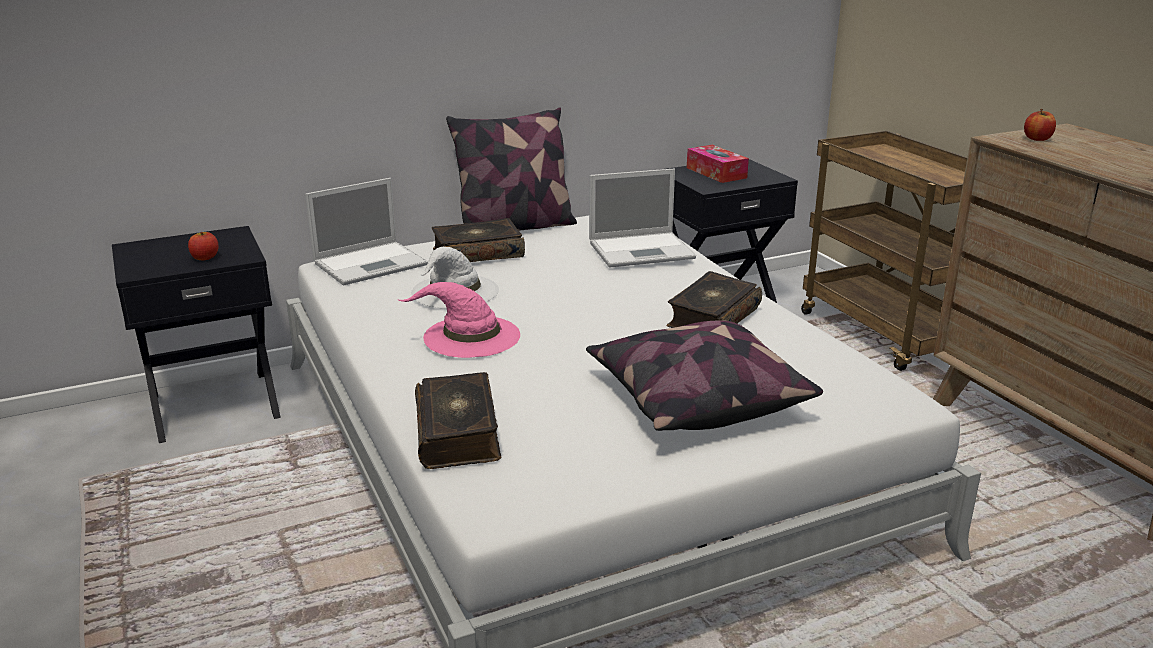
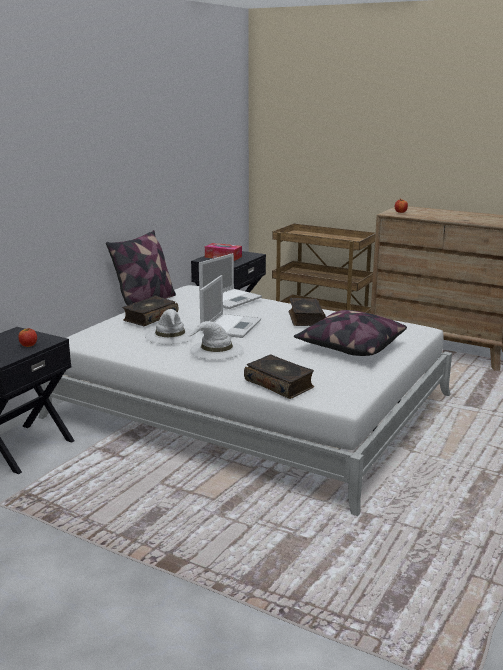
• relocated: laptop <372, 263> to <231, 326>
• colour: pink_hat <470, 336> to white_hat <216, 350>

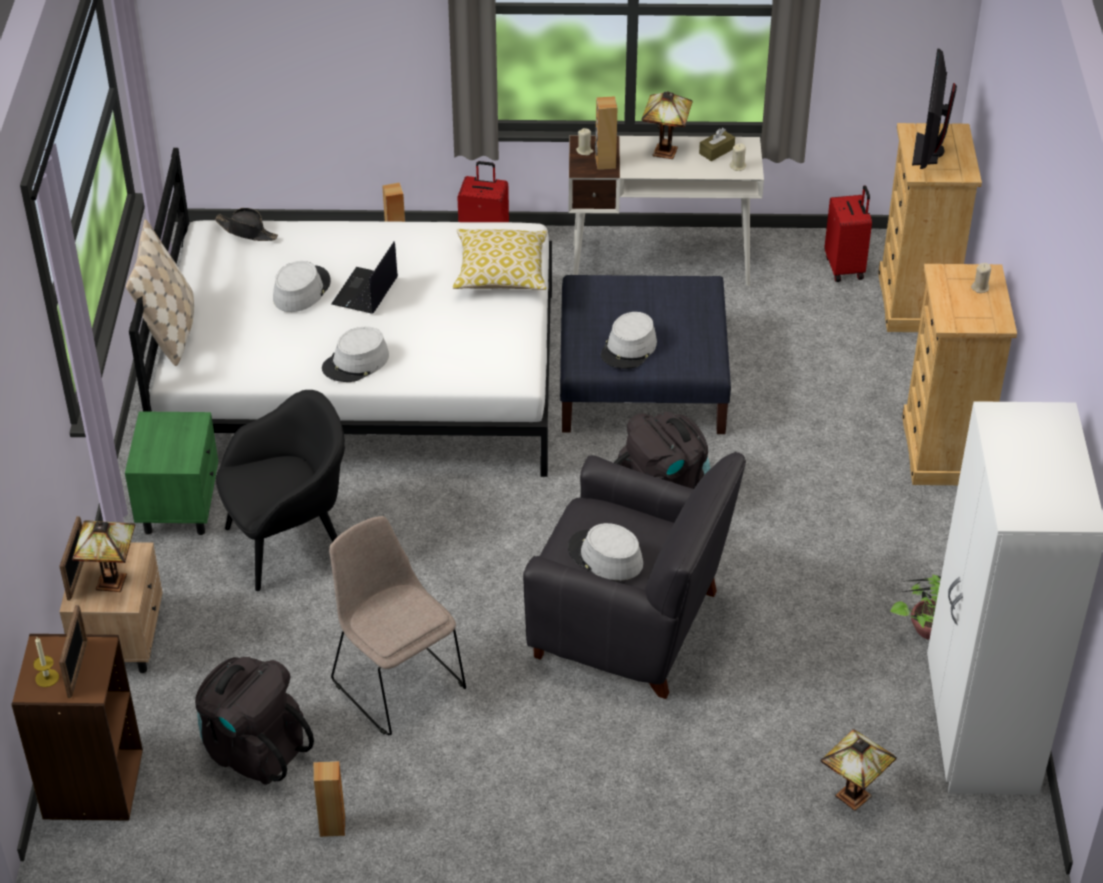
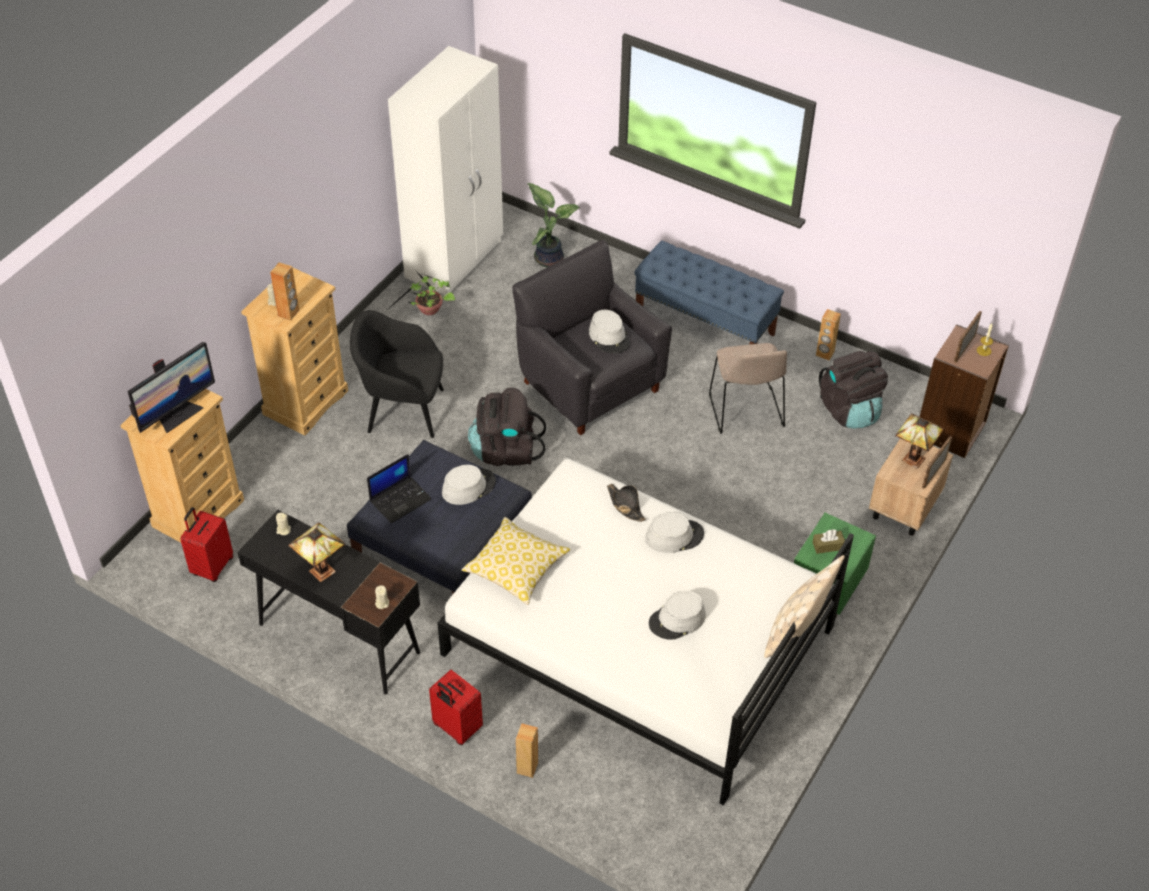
• appeared: blue_bench <705, 324>
• relocated: black_hat <247, 231> to <625, 505>
• relocated: black_armchair <289, 543> to <403, 410>
• relocated: laptop <365, 292> to <400, 499>
• relocated: brown_speaker <605, 163> to <289, 313>
• relocated: brown_tissue_box <716, 151> to <828, 546>
• exchanged: table_lamp <853, 798> to potted_plant <549, 257>
• colour: white_desk <661, 264> to black_desk <338, 637>

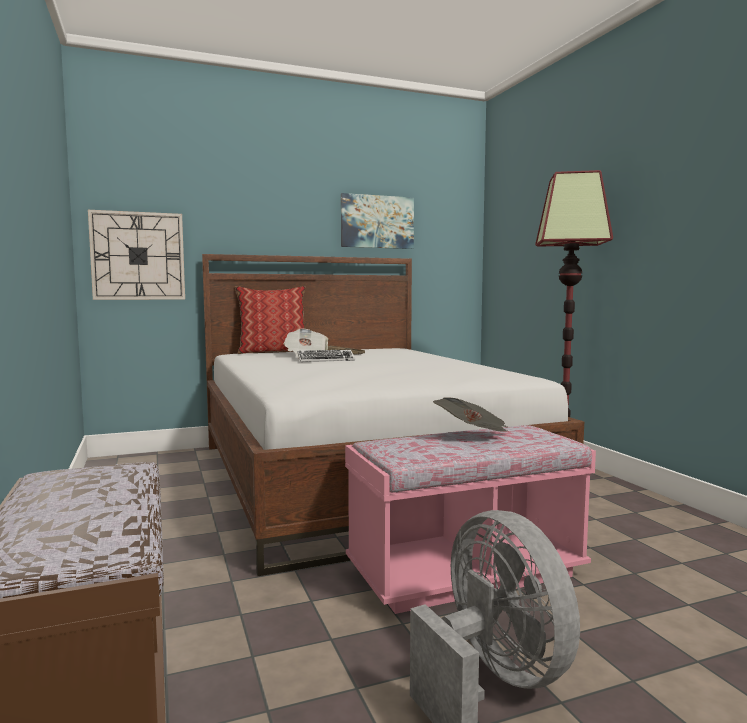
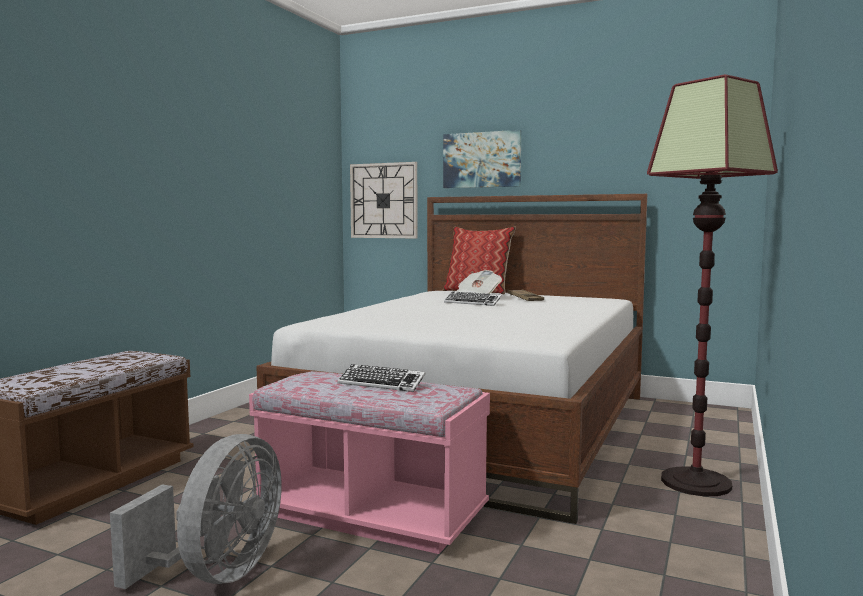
• relocated: picture <377, 222> to <482, 160>
• exchanged: newspaper <473, 436> to keyboard <381, 384>

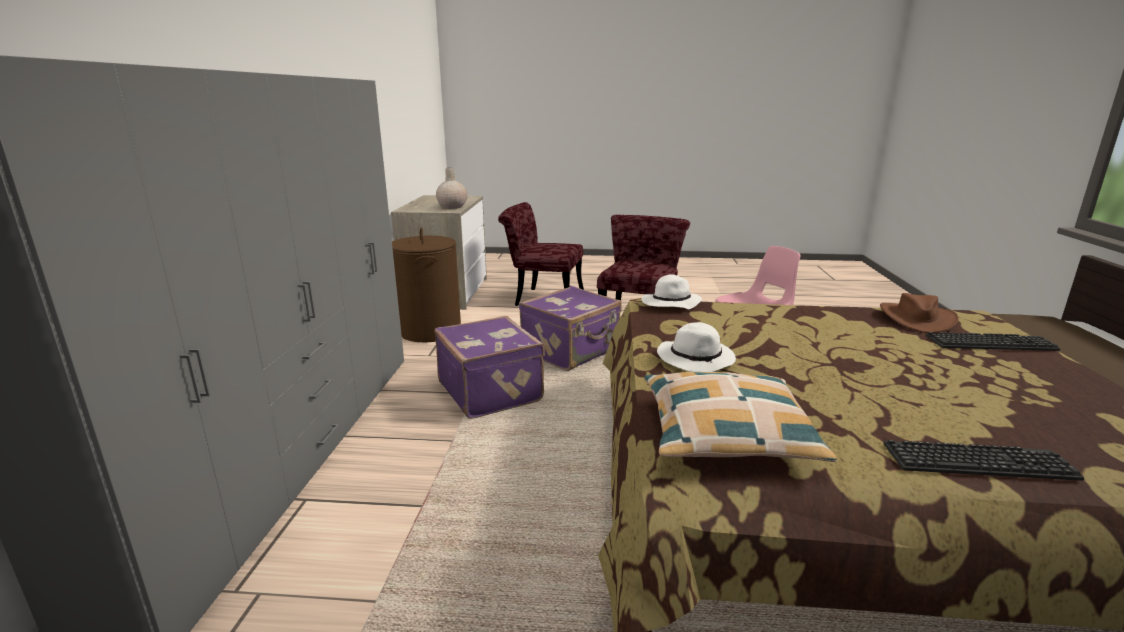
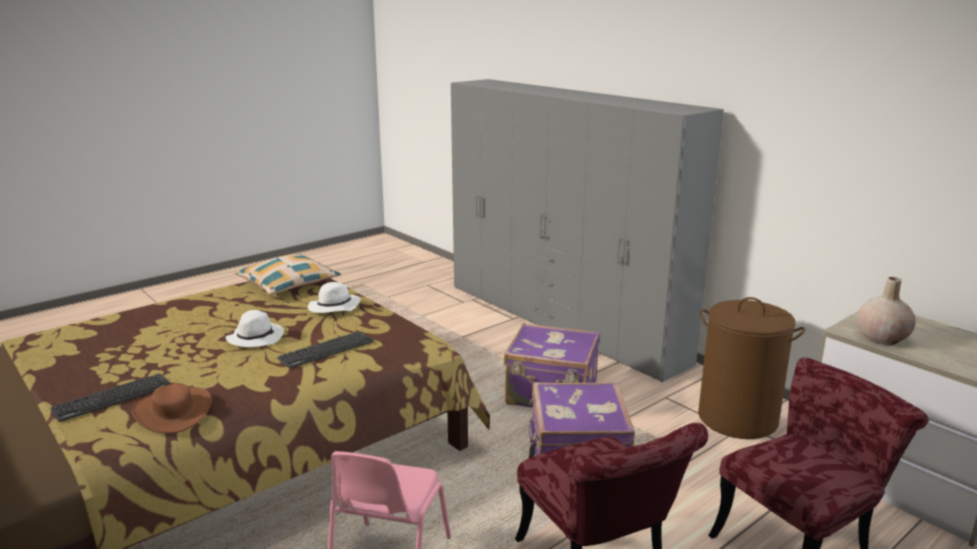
• relocated: white_hat <670, 304> to <256, 337>
• relocated: keyboard <978, 462> to <326, 350>

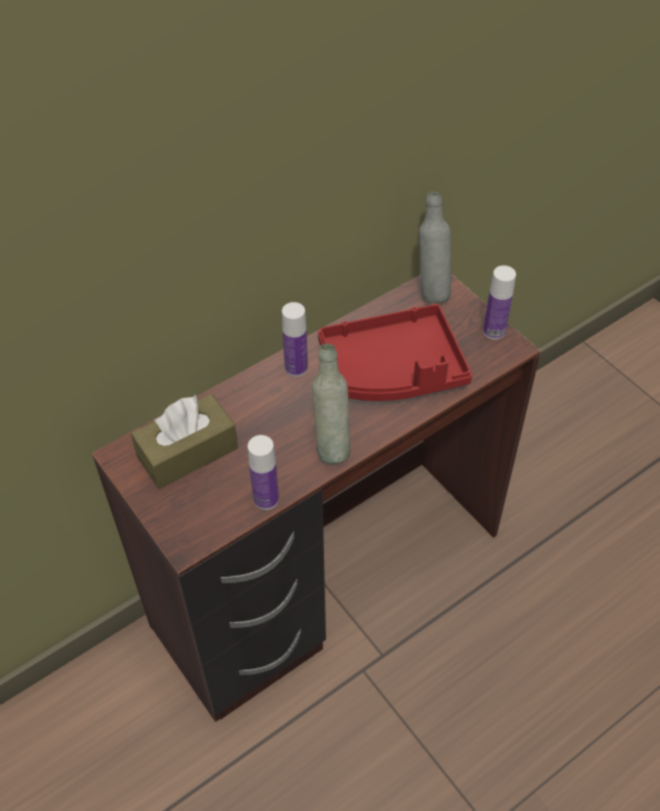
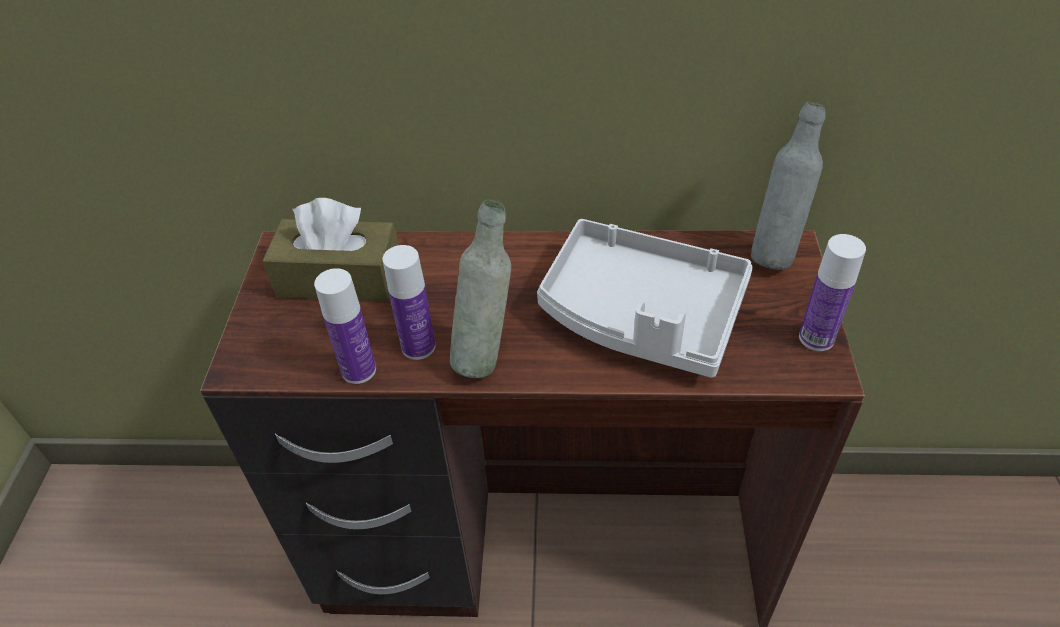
• relocated: bottle <296, 368> to <418, 347>
• colour: red_tray <393, 369> to grey_tray <641, 314>

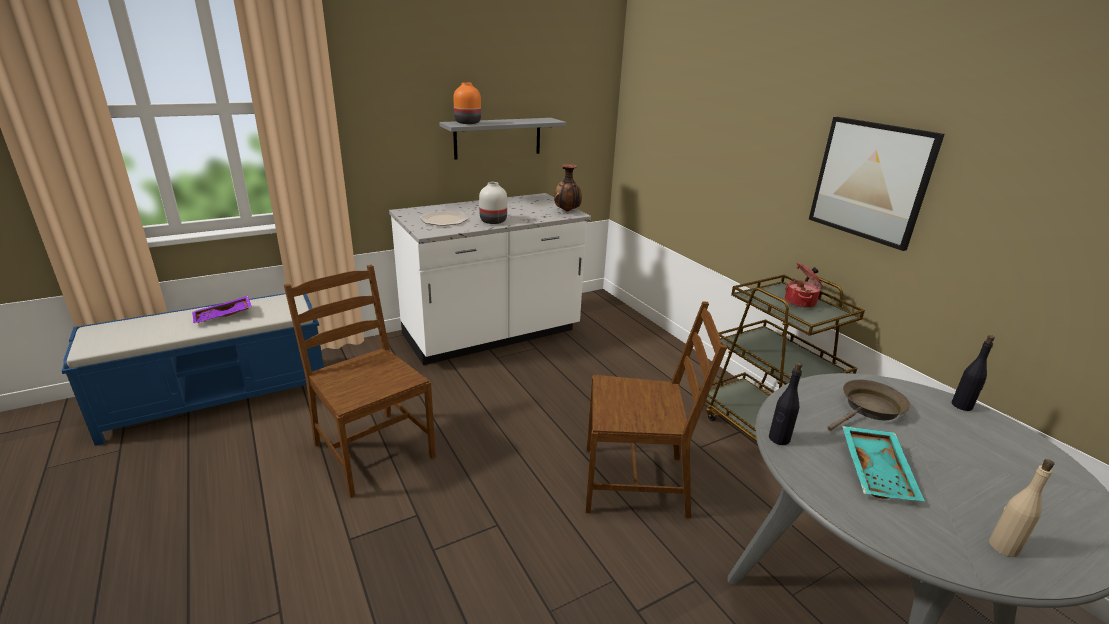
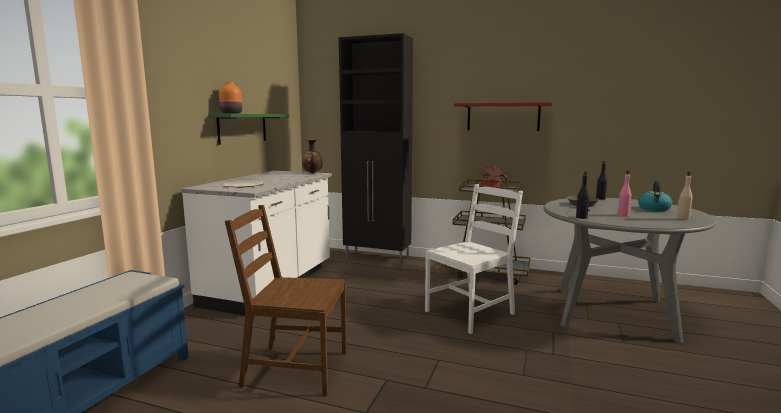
• missing: purple_tray <223, 316>
• missing: white_vase <493, 221>
• appeared: black_cabinet <378, 258>
• appeared: kettle <654, 208>
• exchanged: picture <870, 181> to red_shelf <503, 117>
• exchanged: turquoise_tray <878, 472> to pink_bottle <623, 215>
• colour: grey_shelf <498, 138> to green_shelf <242, 128>
• colour: brown_chair <636, 482> to white_chair <470, 312>

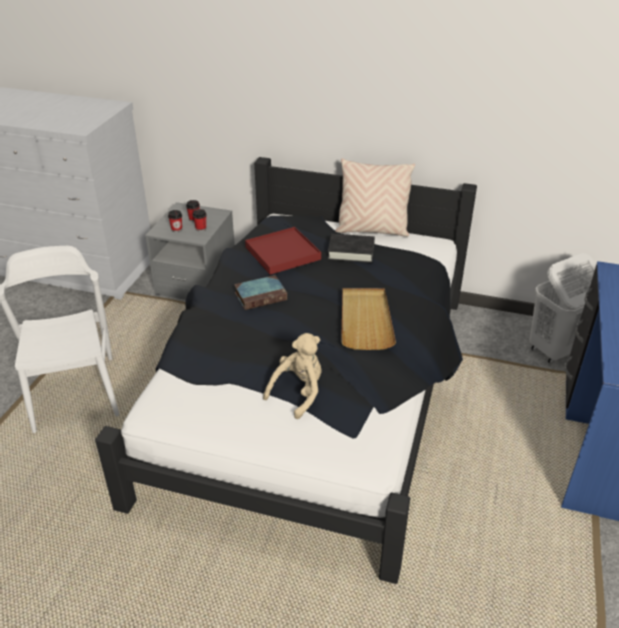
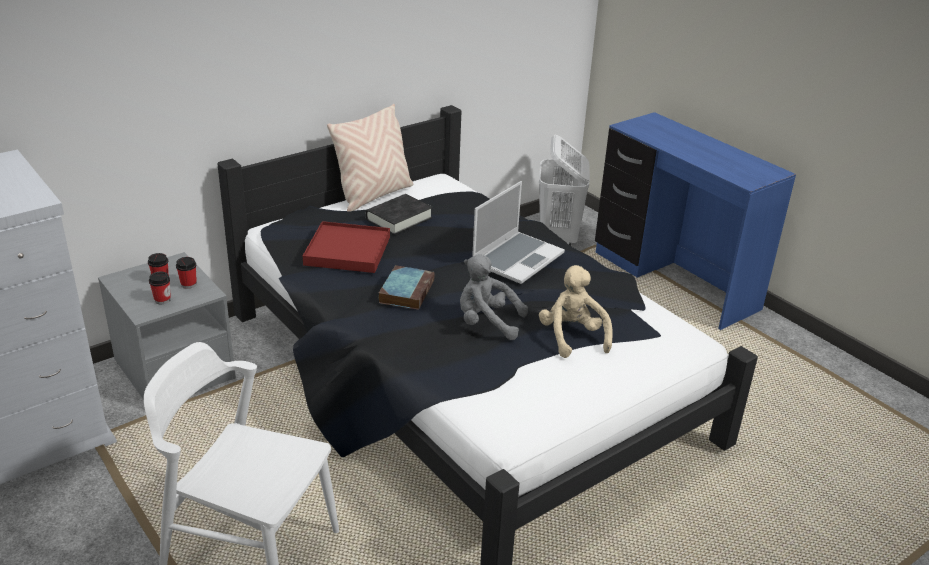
• appeared: grey_plush_toy <487, 323>
• exchanged: beige_tray <365, 320> to laptop <517, 258>

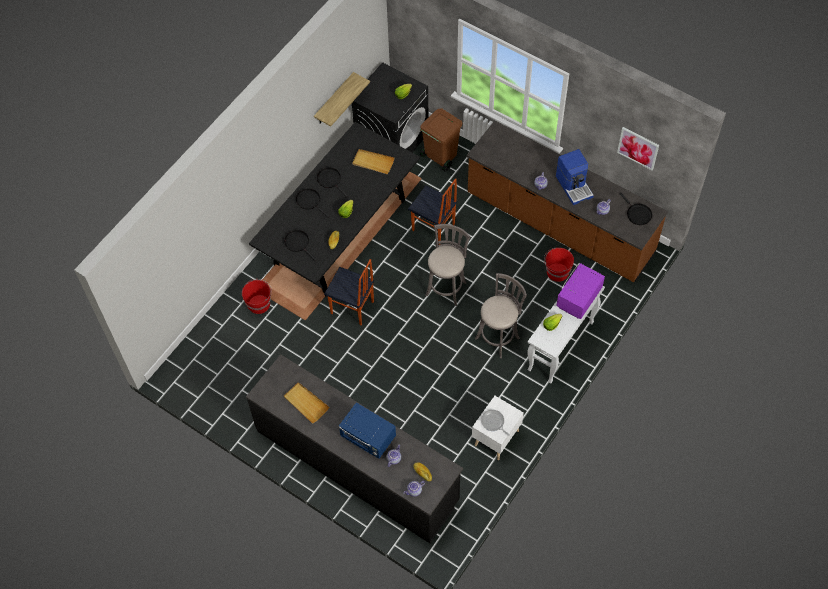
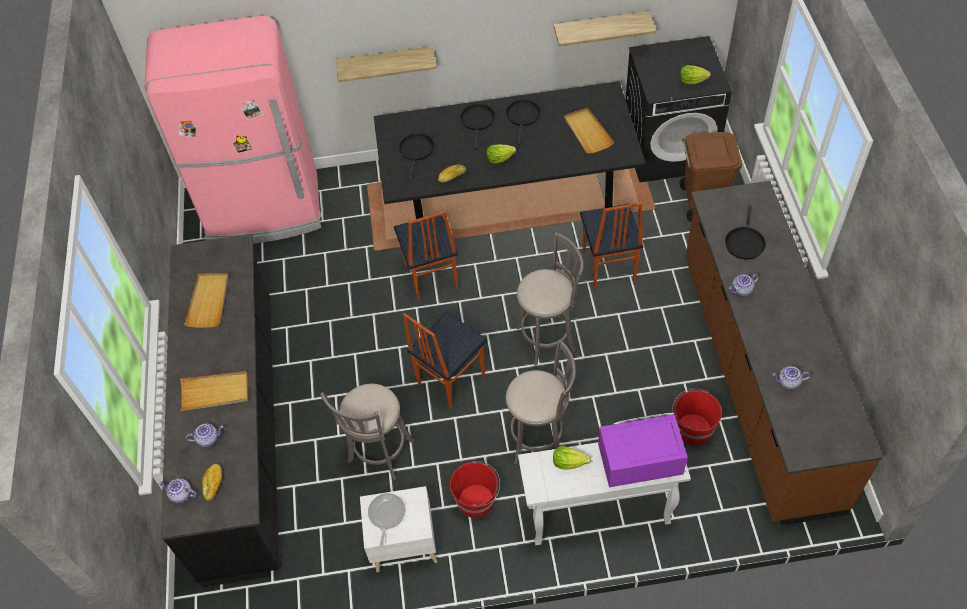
• missing: coffee_machine <574, 186>
• missing: picture <638, 148>
• appeared: pink_fridge <264, 210>
• appeared: grey_stool <379, 454>
• appeared: shelf <386, 63>
• appeared: chair <450, 378>
• relocated: red_bucket <259, 303> to <477, 500>
• relocated: black_frying_pan <637, 214> to <744, 242>
• exchanged: blue_microwave <368, 438> to beige_tray <215, 392>

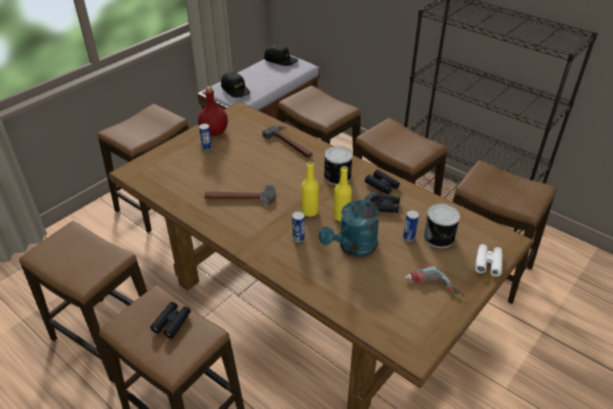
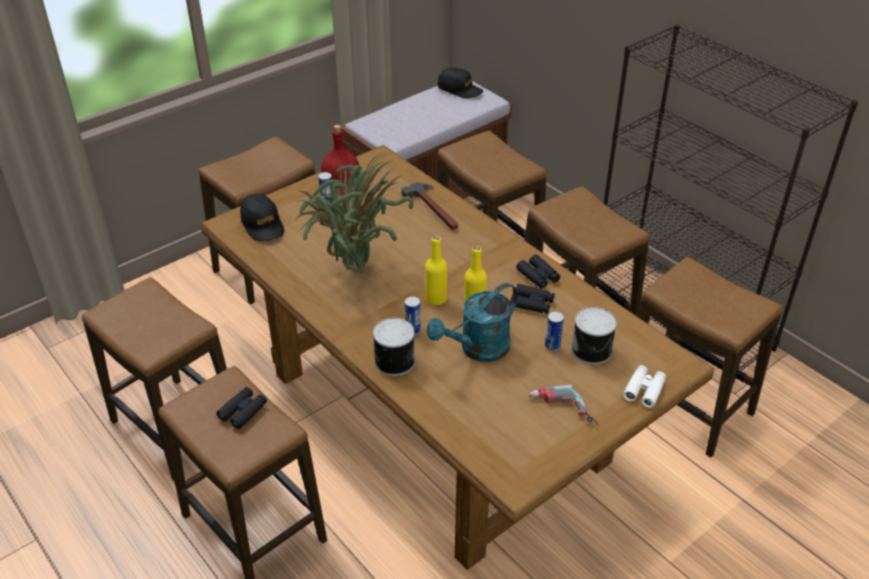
• relocated: black_cap <235, 89> to <263, 225>
• relocated: can <336, 176> to <393, 361>
• exchanged: hammer <240, 198> to potted_plant <353, 273>

